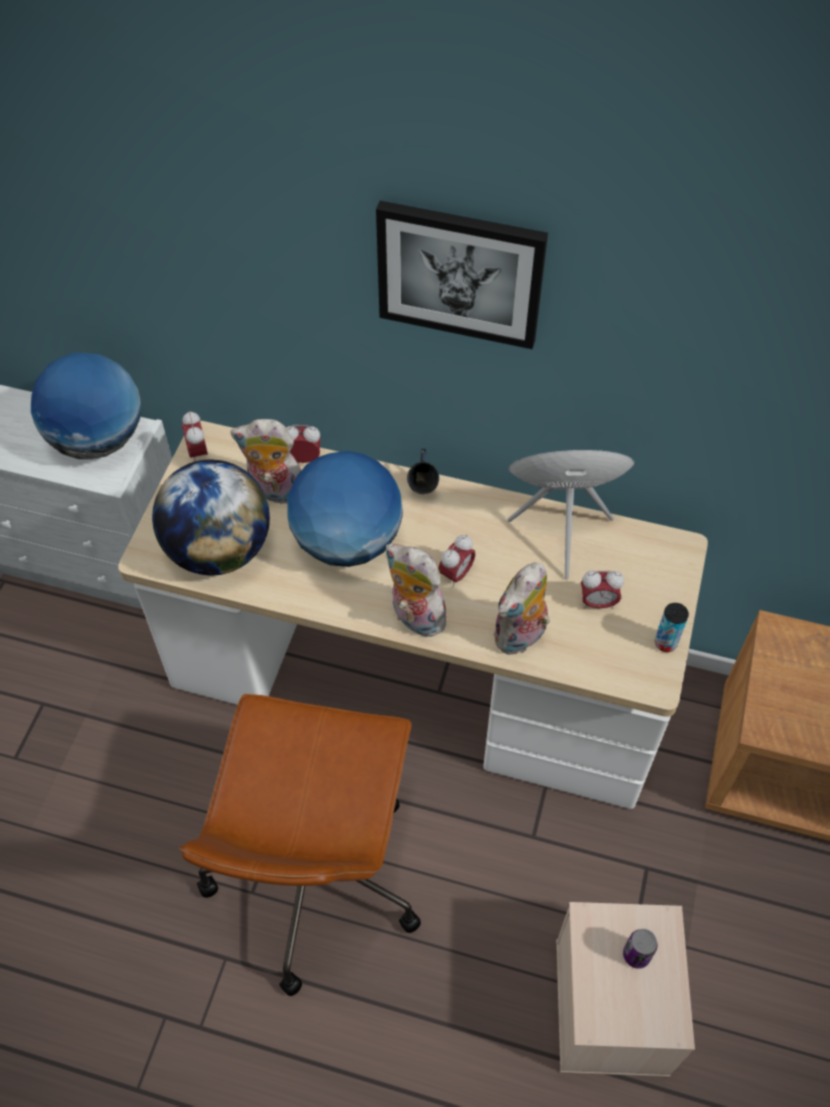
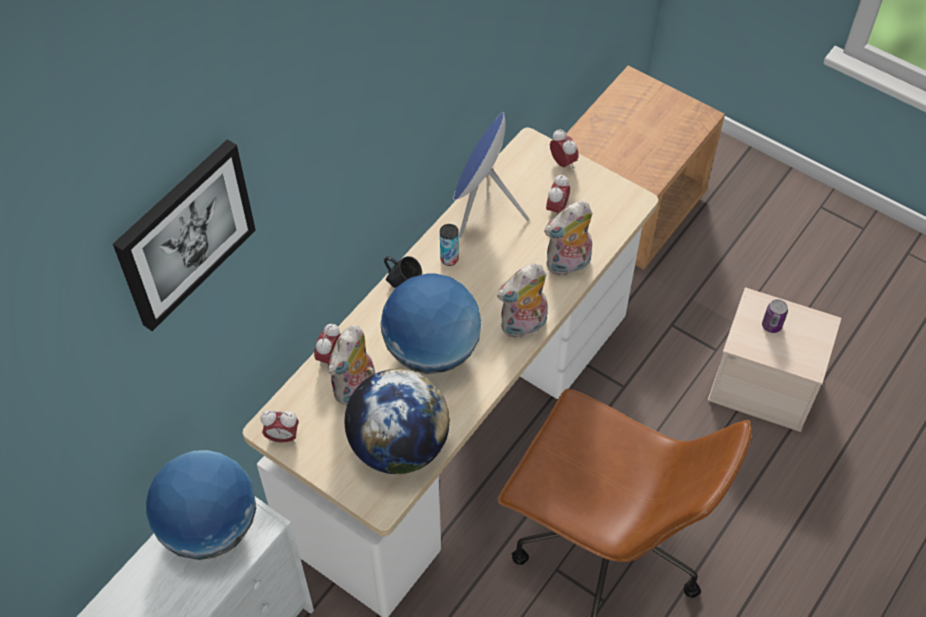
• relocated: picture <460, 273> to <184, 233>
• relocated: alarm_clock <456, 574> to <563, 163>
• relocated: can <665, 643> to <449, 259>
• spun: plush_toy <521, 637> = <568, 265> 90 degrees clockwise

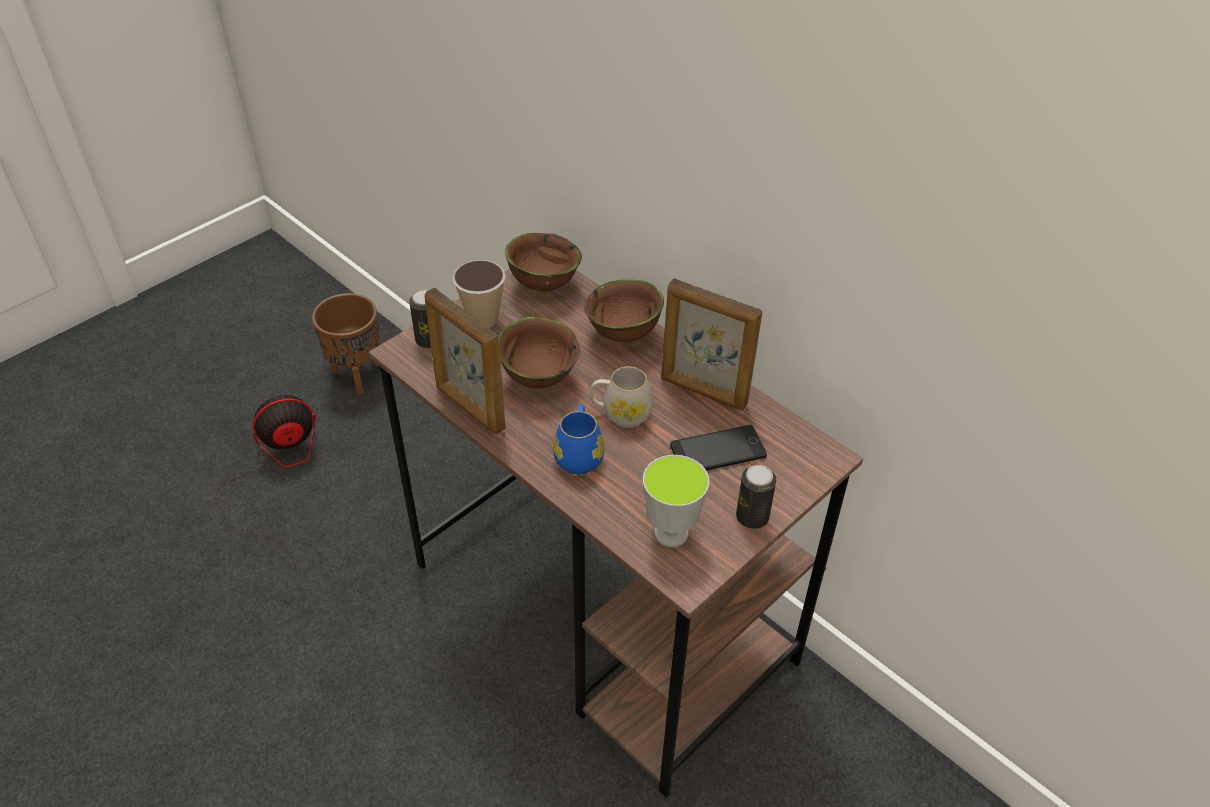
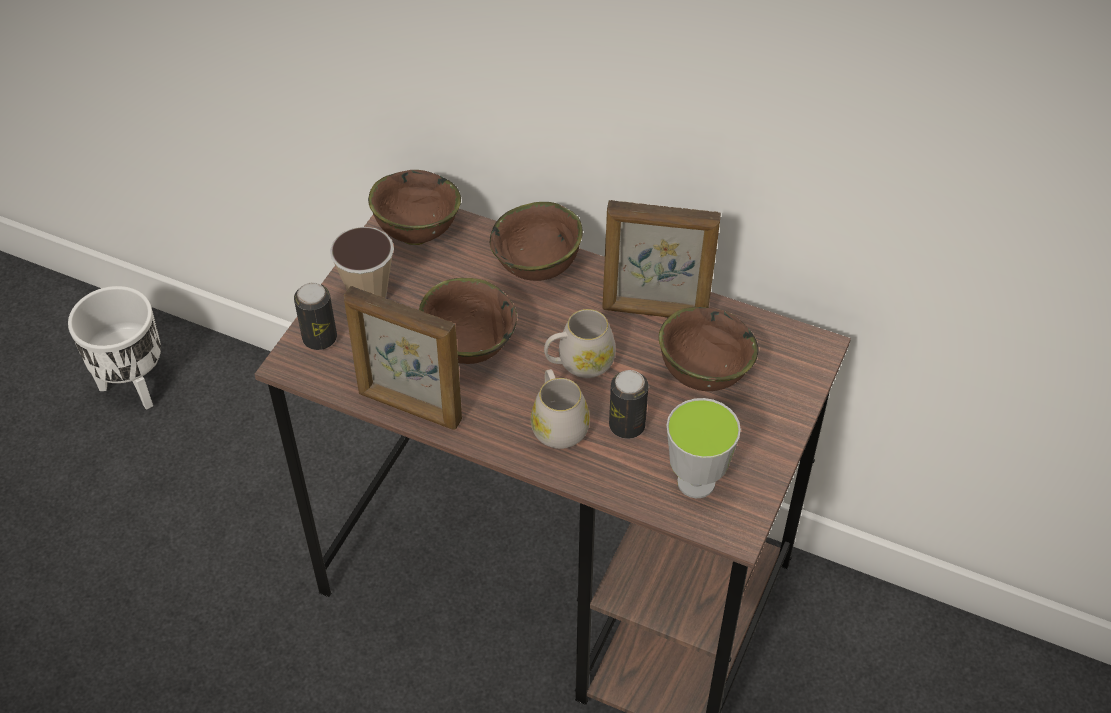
• missing: fan <276, 473>
• relocated: can <752, 517> to <627, 425>
• exchanged: phone <718, 451> to brown_bowl <701, 375>
• colour: brown_planter <357, 376> to white_planter <135, 386>
• colour: blue_mug <579, 454> to white_mug <557, 424>

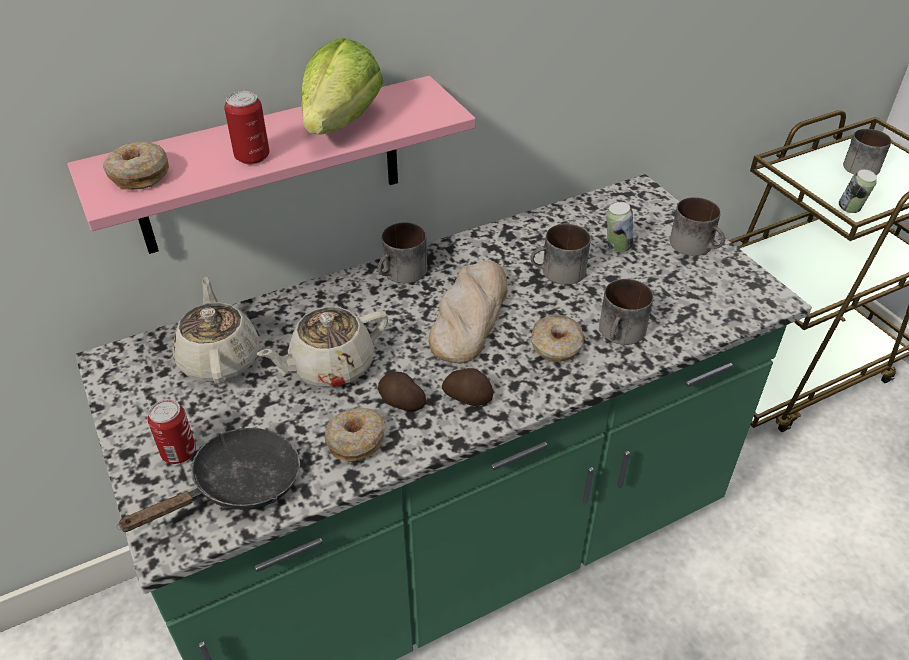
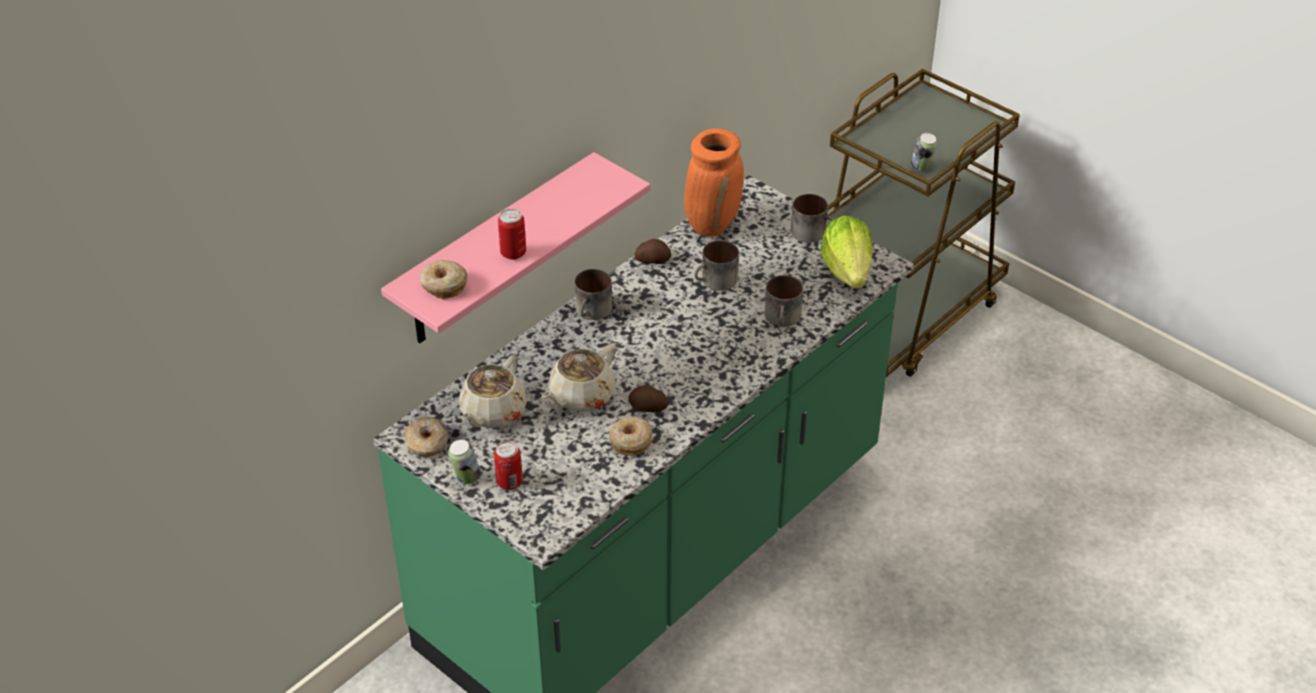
• missing: black_frying_pan <238, 486>
• missing: bread <469, 315>
• missing: mug <857, 165>
• appeared: orange_vase <712, 224>
• relocated: lettuce <342, 123> to <847, 271>
• relocated: potato <468, 396> to <652, 260>
• relocated: donut <556, 346> to <427, 443>
• relocated: can <616, 247> to <466, 478>
• spun: beige_teapot <220, 359> = <492, 412> 120 degrees counterclockwise

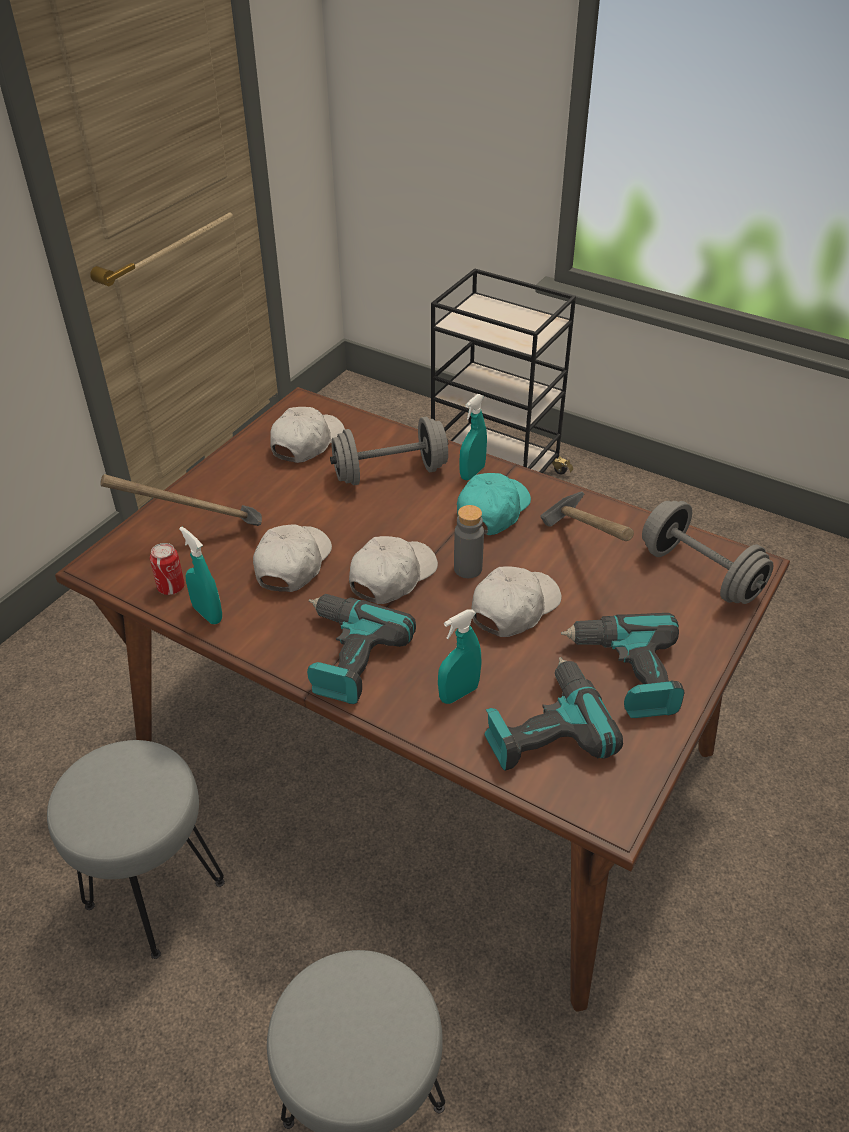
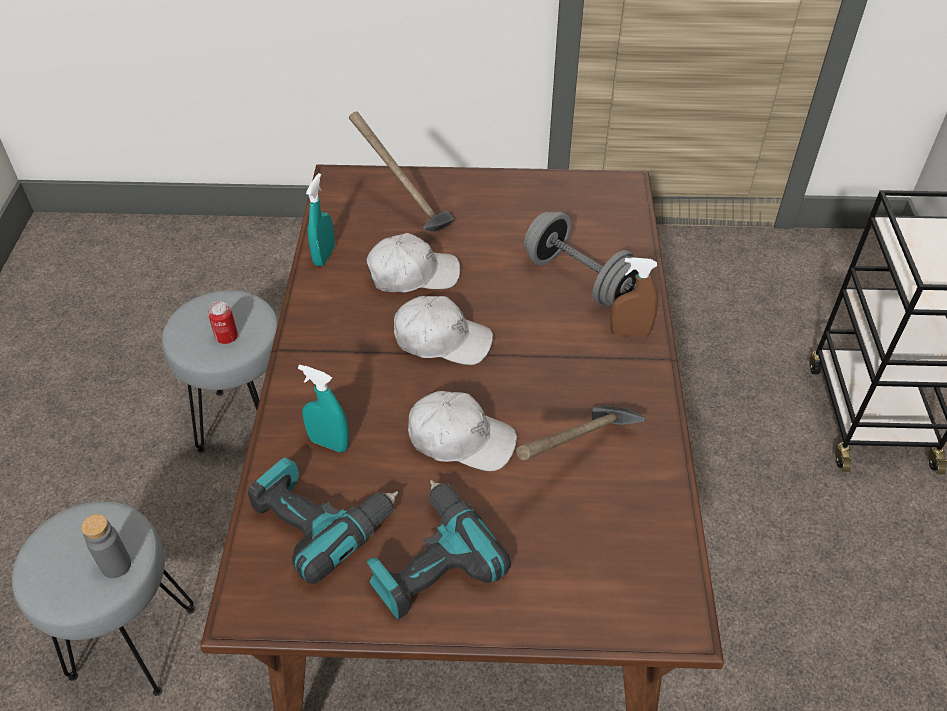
• missing: white_cap <307, 443>
• missing: power_drill <347, 656>
• missing: turquoise_cap <492, 511>
• missing: grey_dumbbell <700, 574>
• relocated: can <171, 587> to <226, 337>
• relocated: grey_bottle <468, 569> to <116, 565>
• colour: turquoise_spray_bottle <472, 473> to brown_spray_bottle <630, 333>

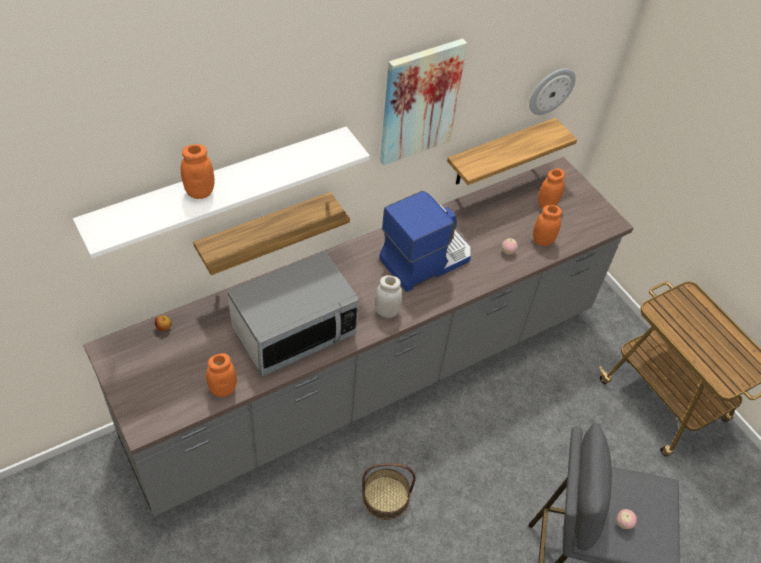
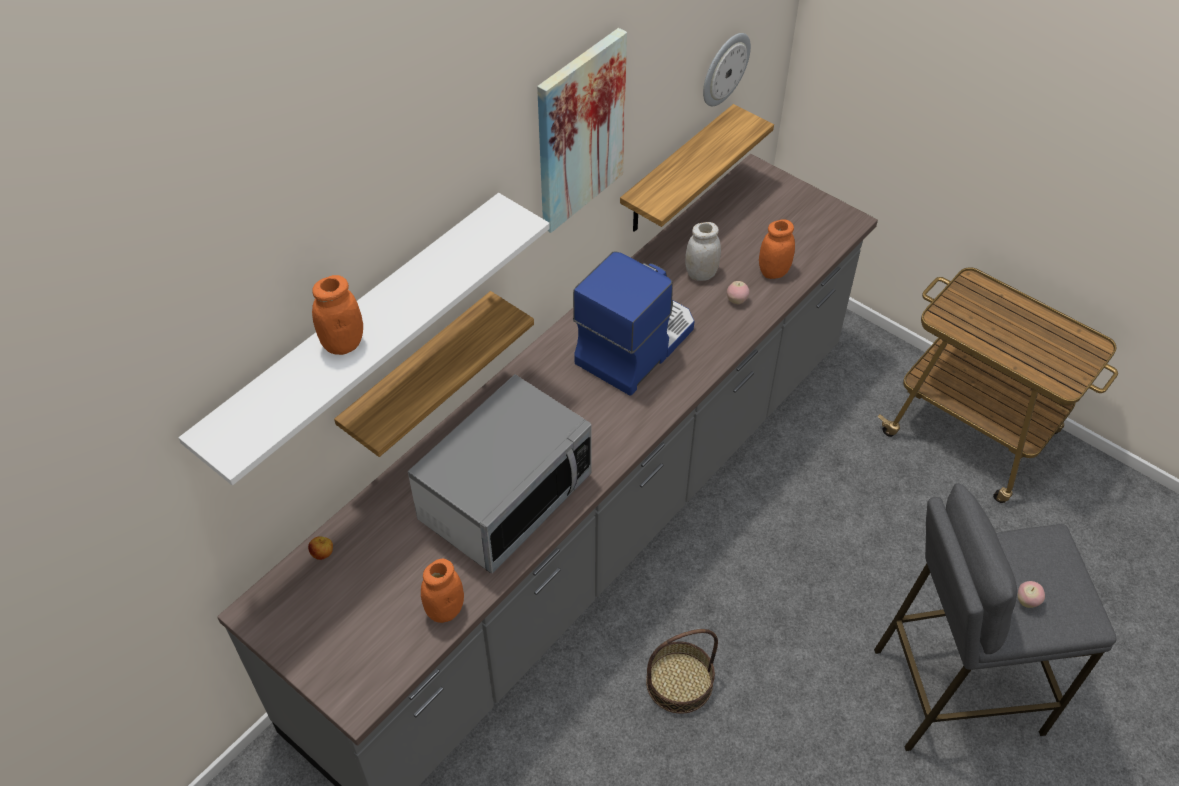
• missing: orange_jar <547, 204>
• relocated: white_jar <386, 311> to <701, 274>

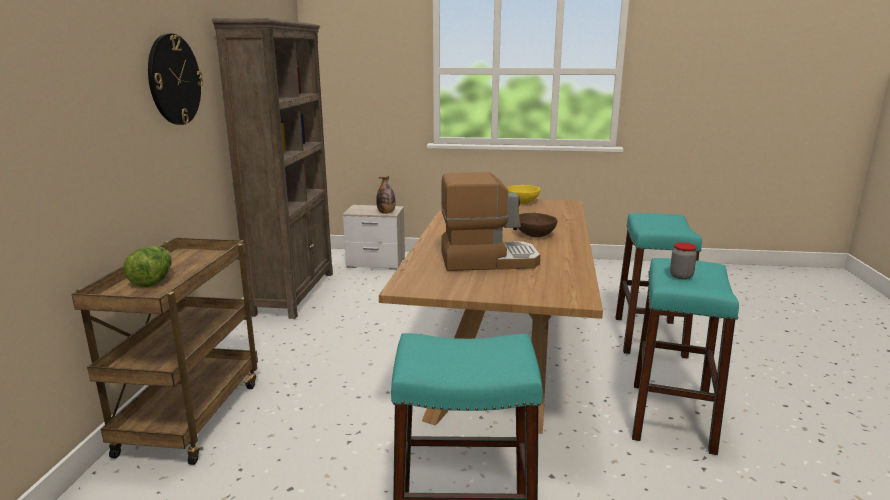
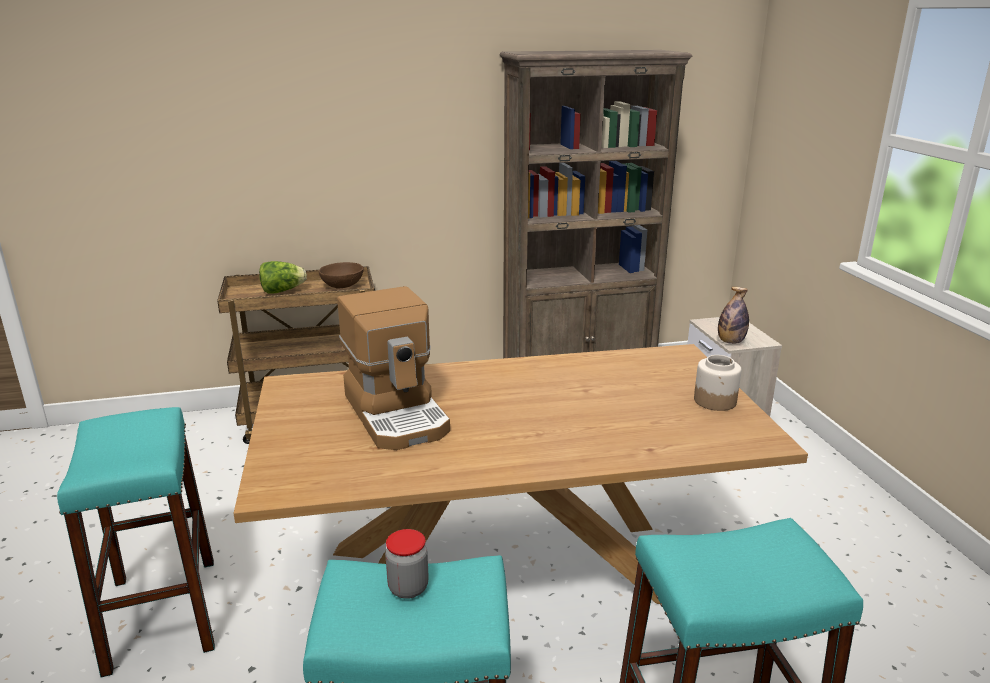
• missing: wall_clock <174, 80>
• relocated: brown_bowl <534, 235> to <343, 286>
• exchanged: yellow_bowl <522, 203> to jar <715, 401>

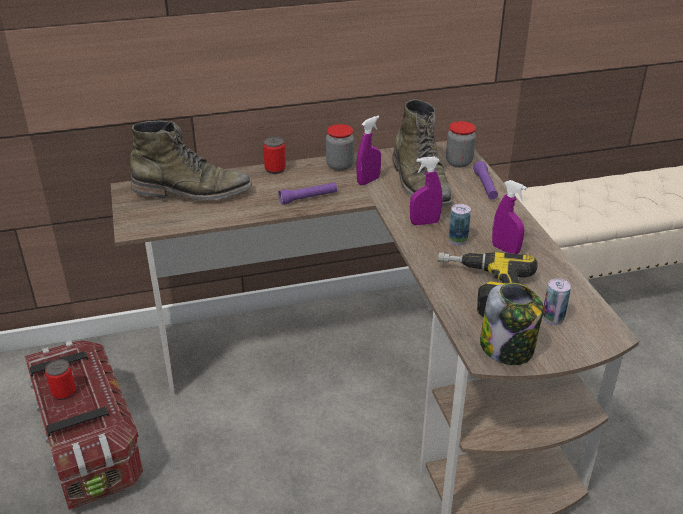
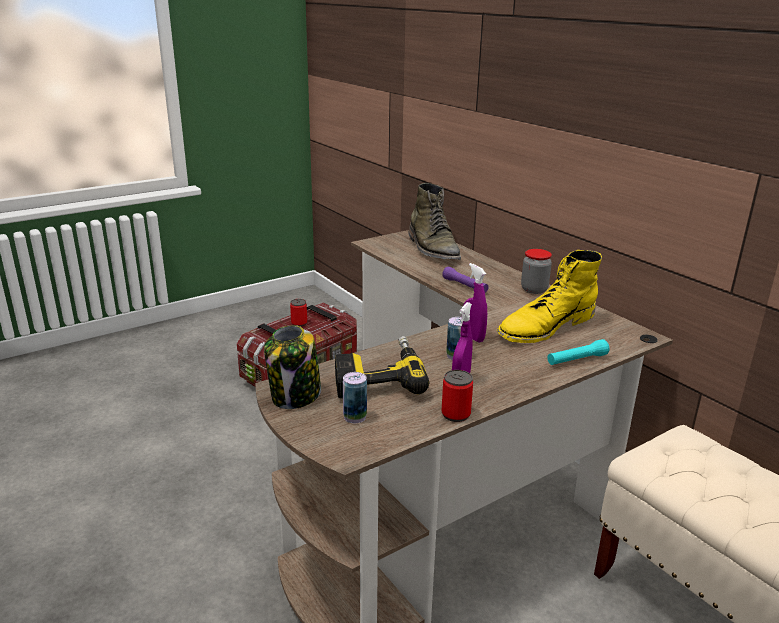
• missing: purple_spray_bottle <368, 181>
• missing: jar <459, 162>
• relocated: can <275, 169> to <455, 414>
• colour: green_boot <420, 182> to yellow_boot <545, 327>
• colour: purple_flashlight <485, 186> to turquoise_flashlight <576, 360>

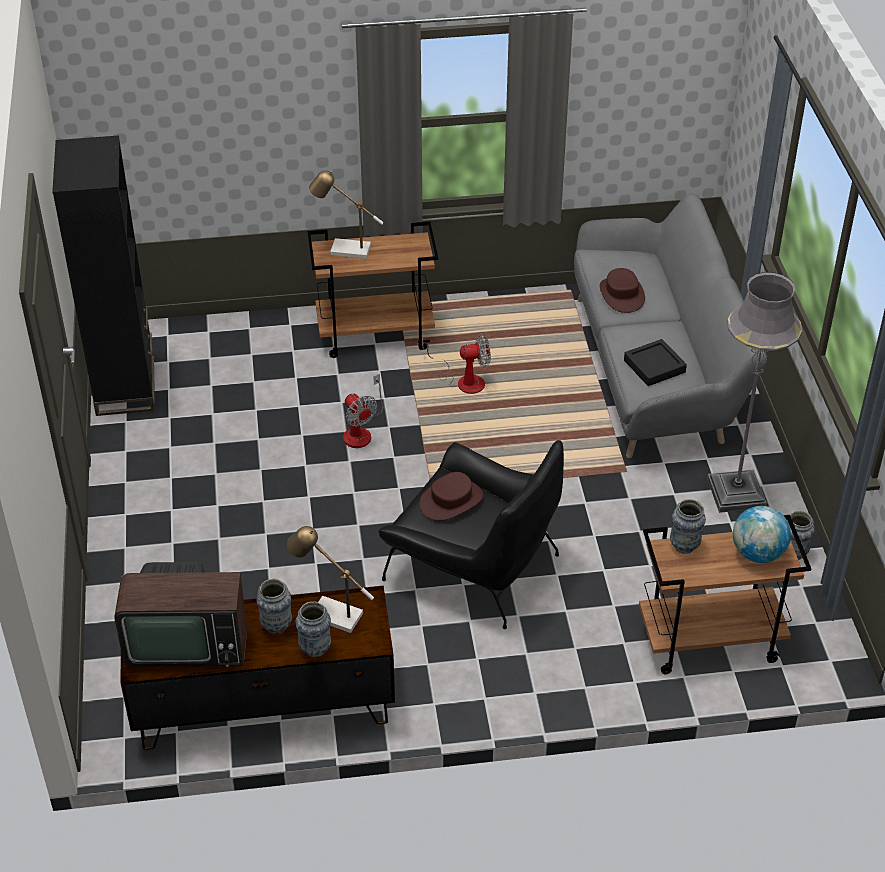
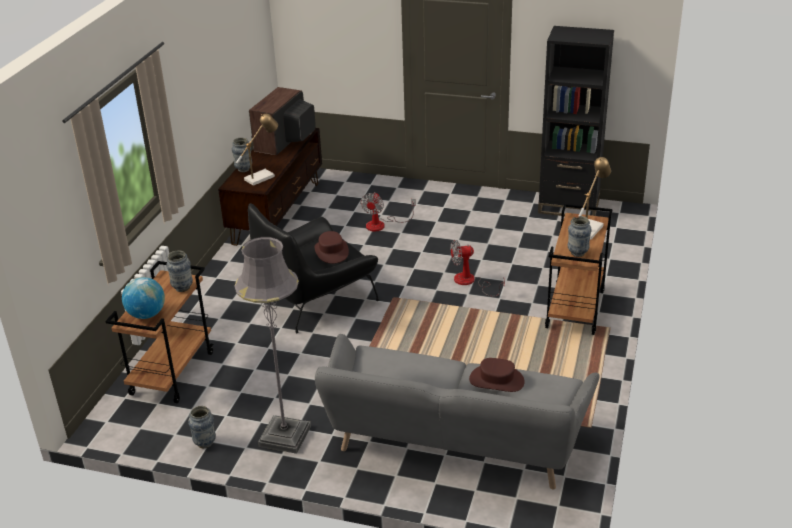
• missing: black_tray <654, 366>
• relocated: vase <276, 626> to <577, 253>
• relocated: fan <463, 380> to <382, 224>

